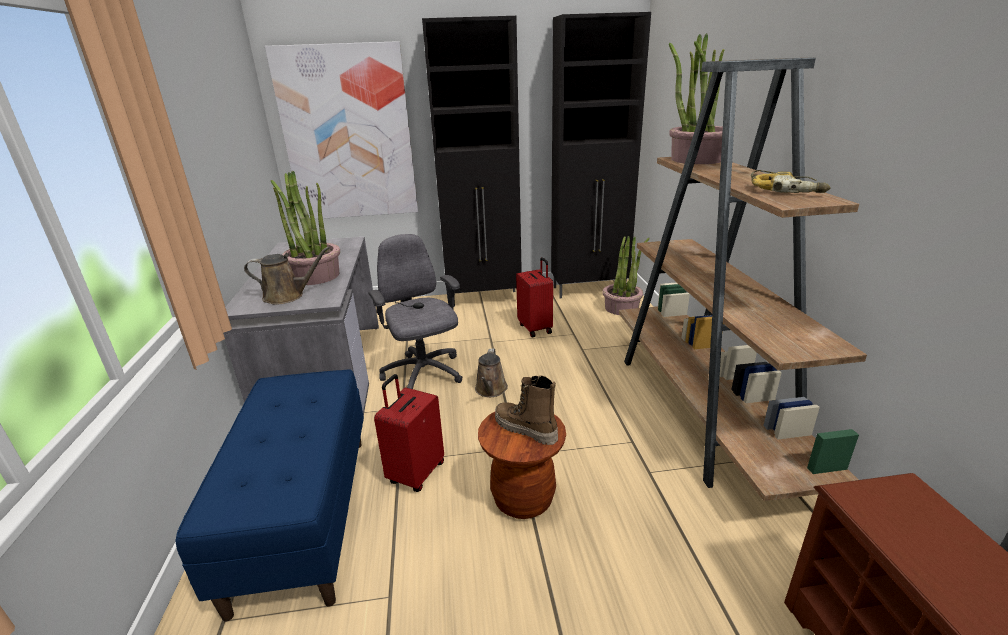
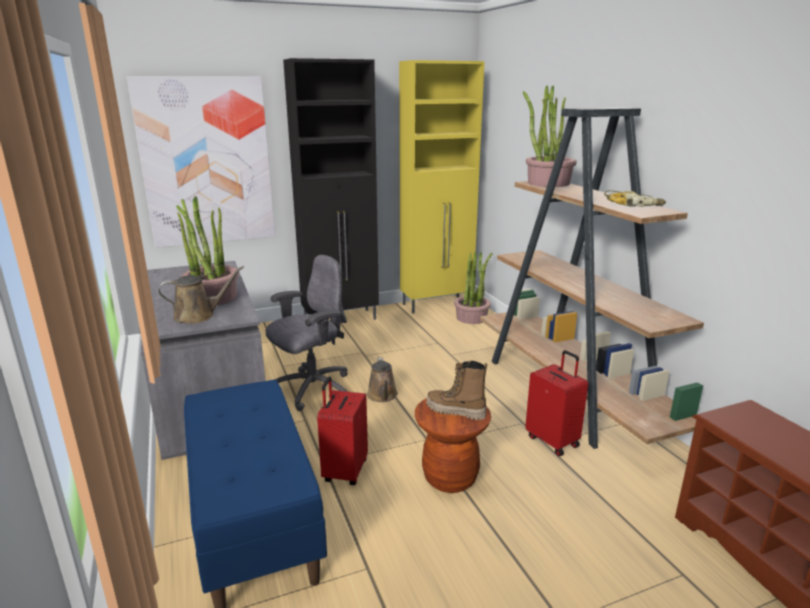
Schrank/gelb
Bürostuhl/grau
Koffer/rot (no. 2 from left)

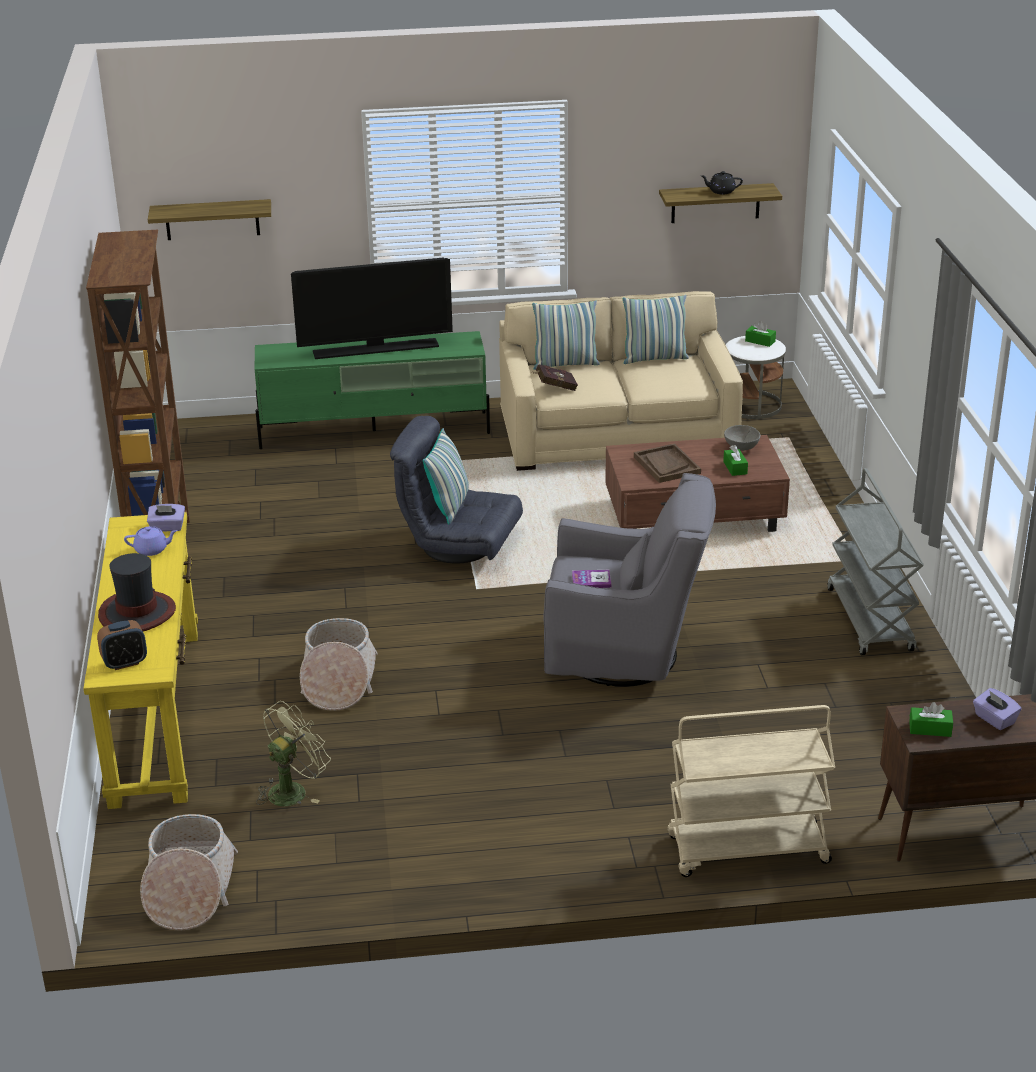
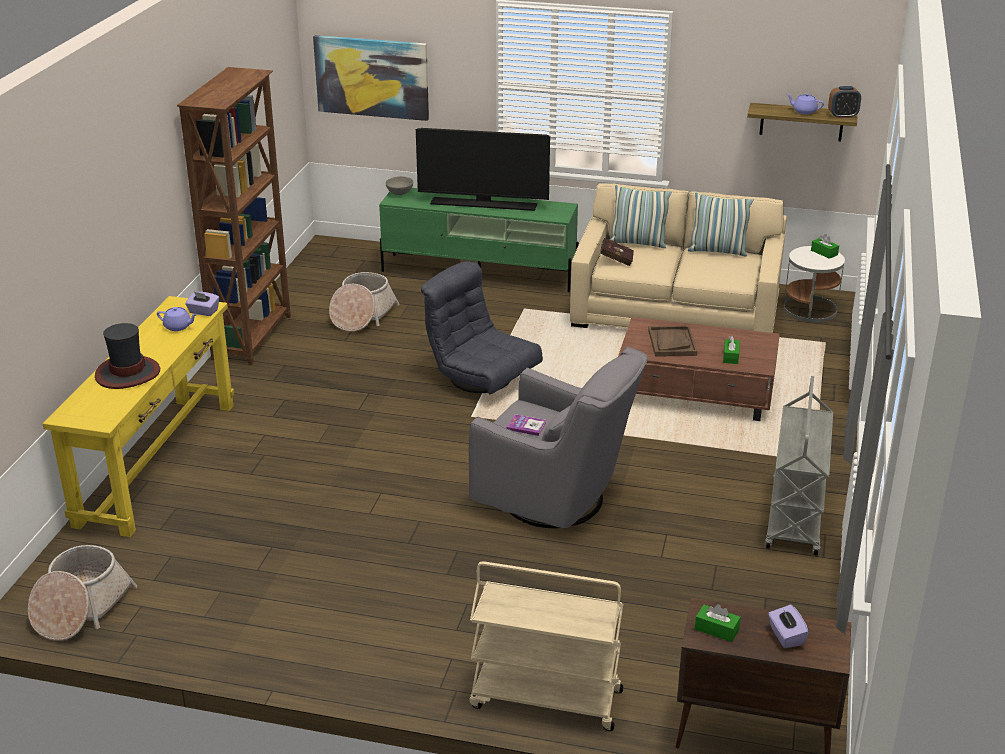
Teekanne/lila (no. 2 from left)
Bild
Schüssel/grau
Kissen (no. 1 from left in the first image)
Korb (no. 2 from left)
Wecker
Ventilator/grün

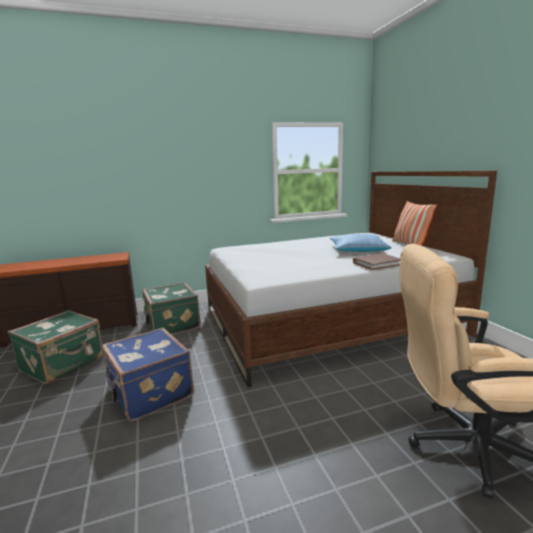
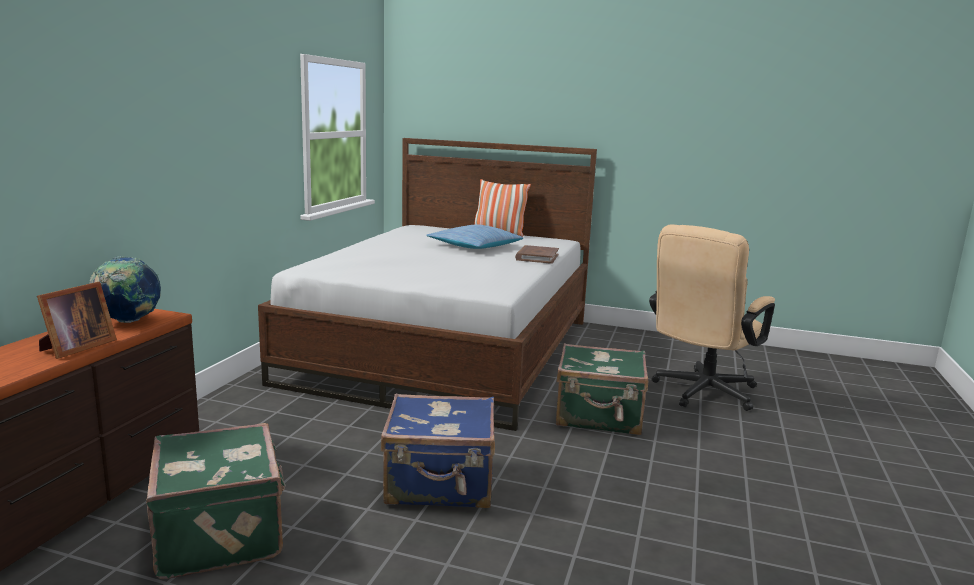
Koffer/grün (no. 2 from left)
Globus
Bilderrahmen

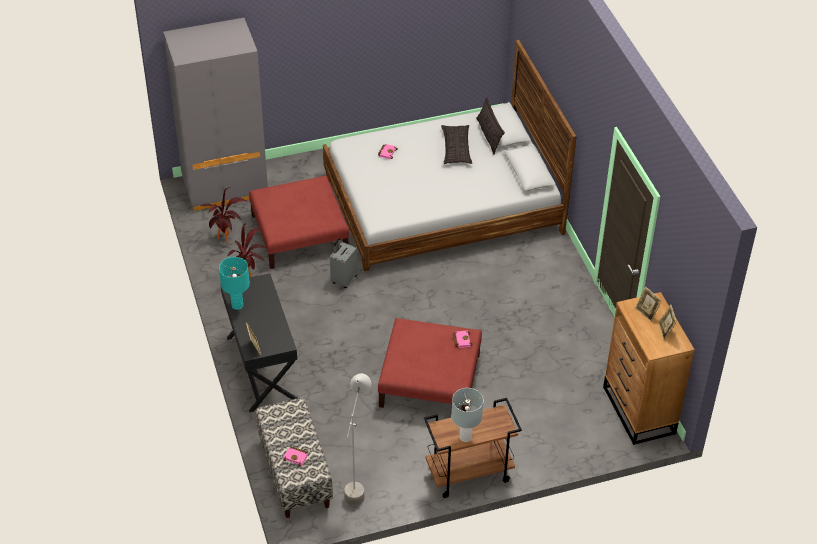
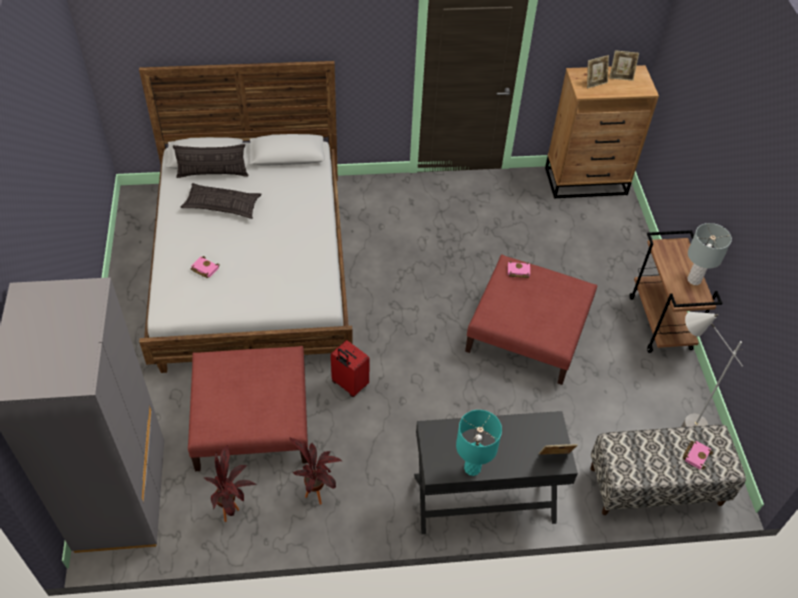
Koffer/rot

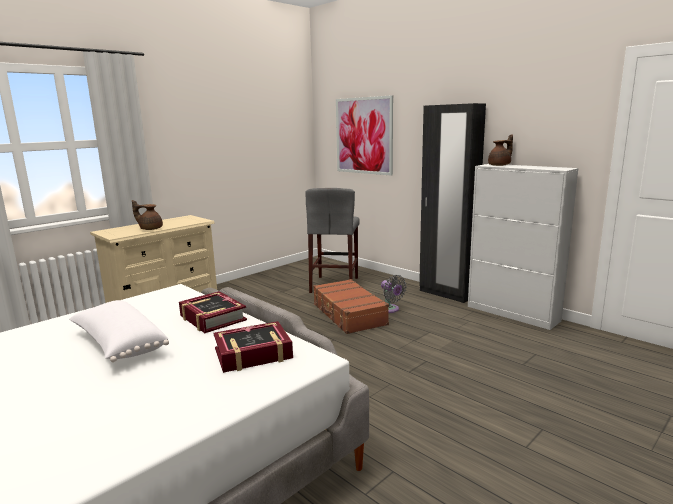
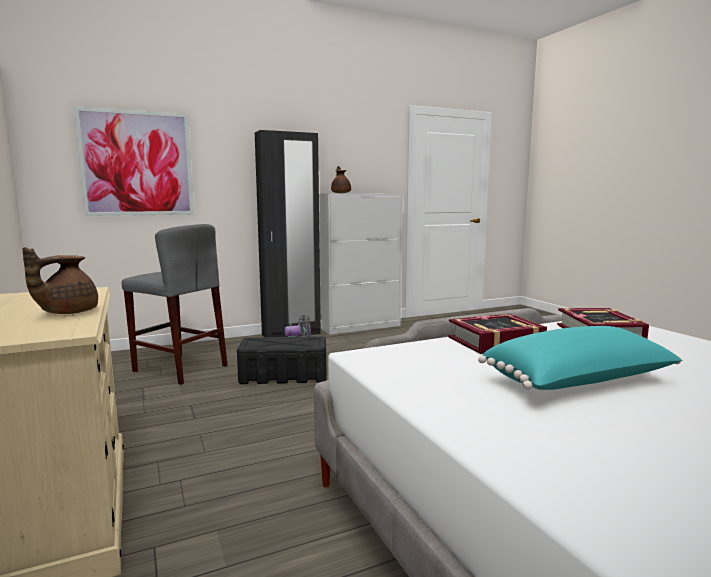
Aufbewahrungsbox/schwarz
Kissen/türkis

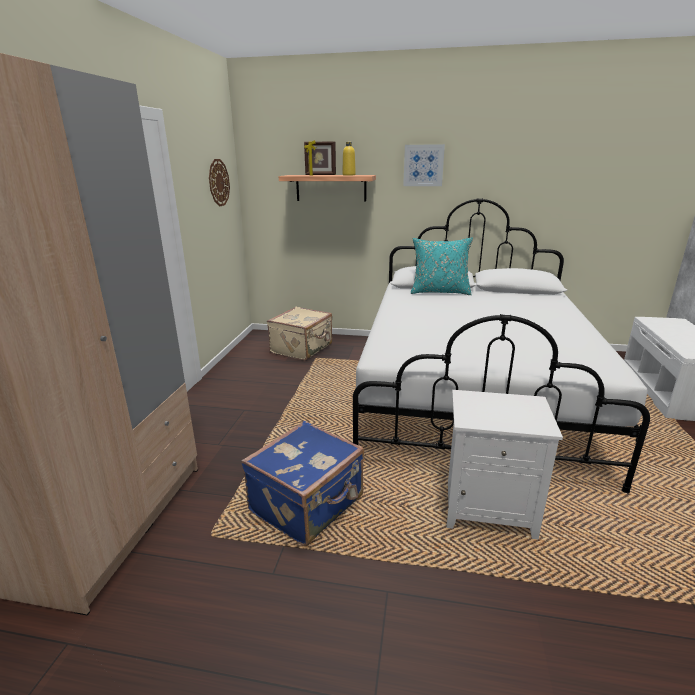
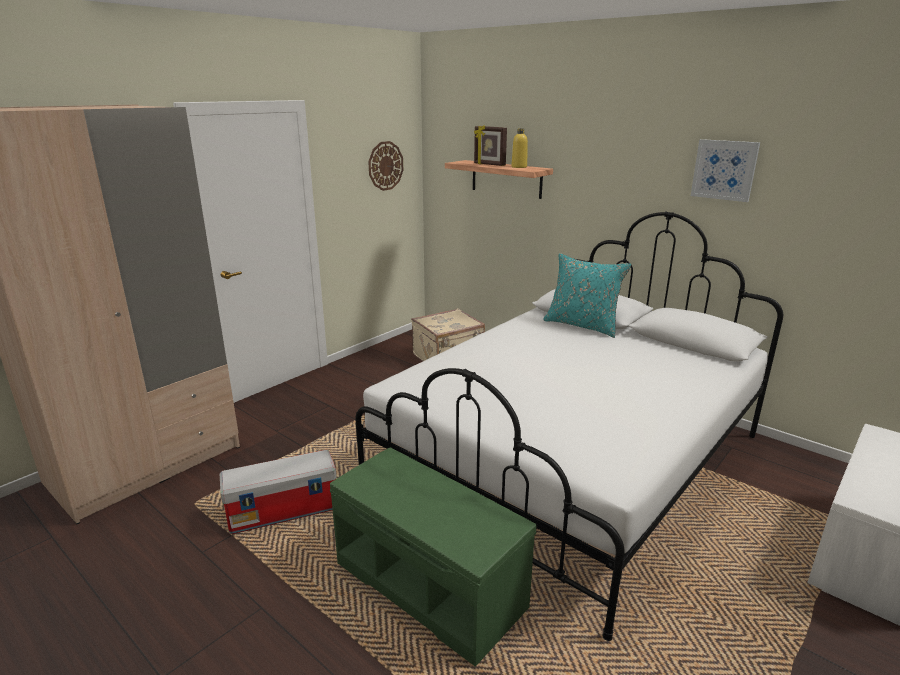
Bild
Bank/grün
Aufbewahrungsbox

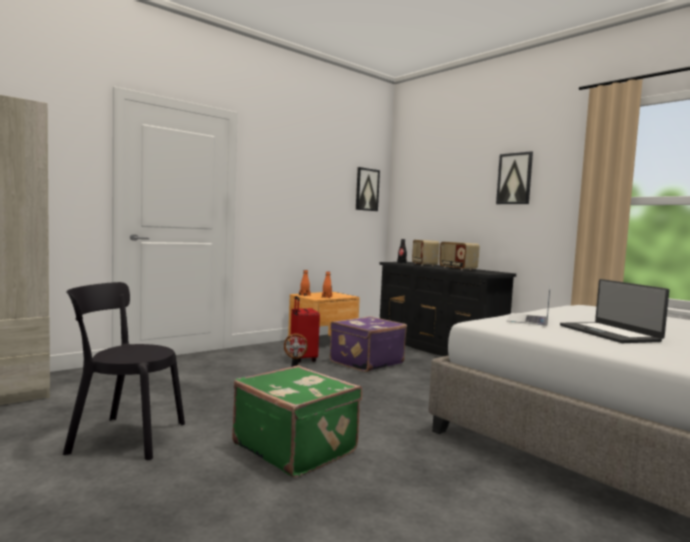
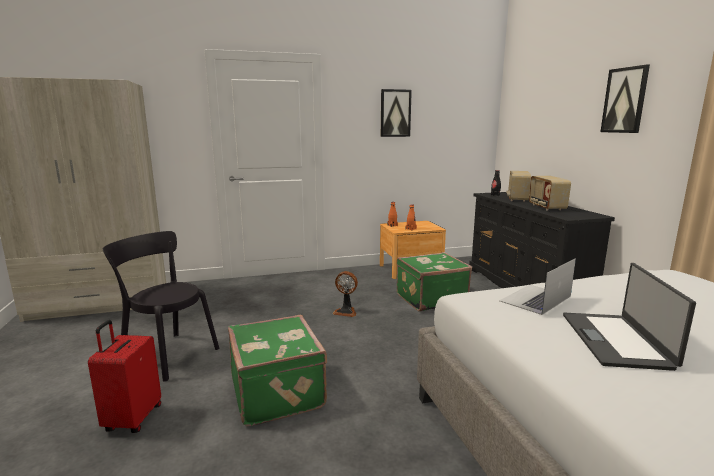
Bild (no. 1 from left)
Koffer/rot
Koffer/grün (no. 2 from left)

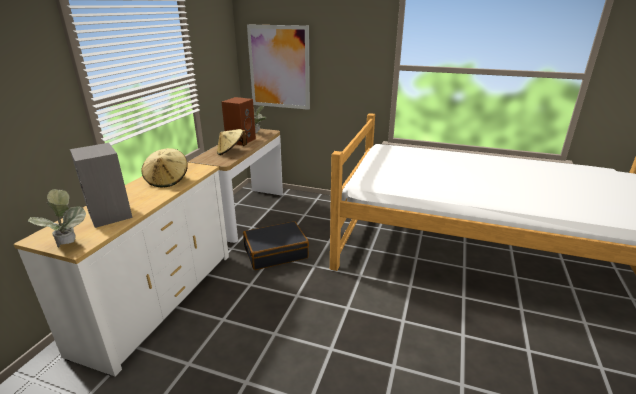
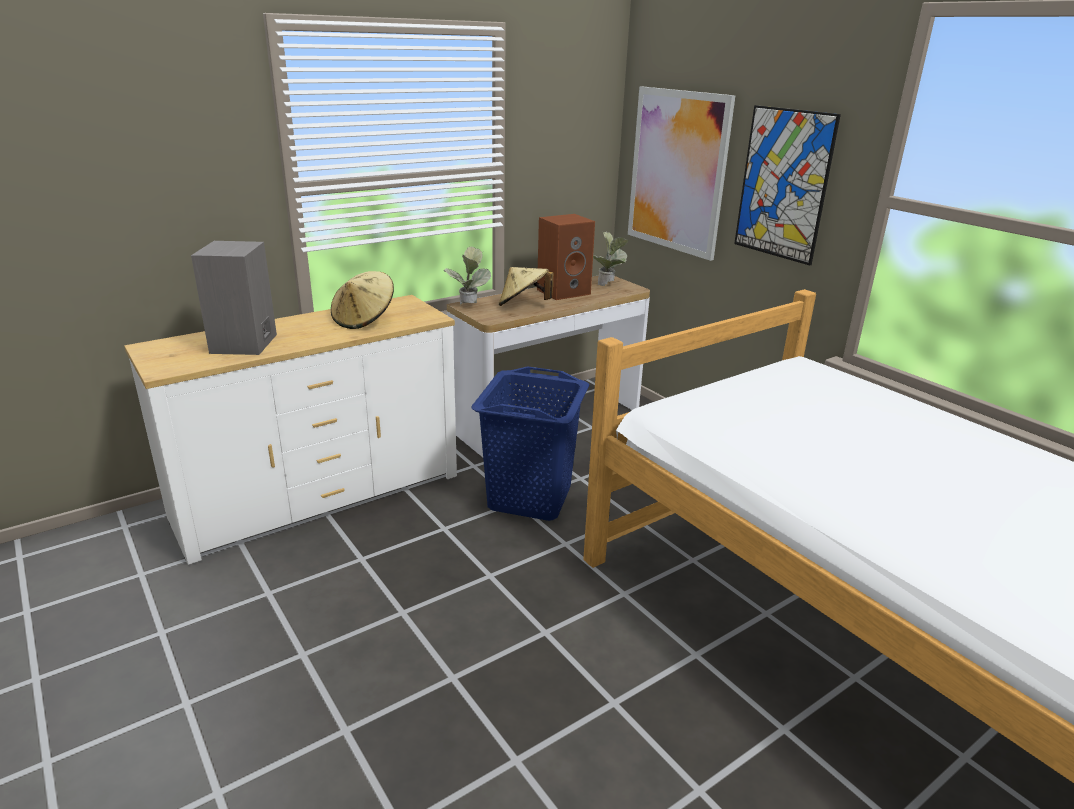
Topfpflanze (no. 1 from left)
Wäschekorb/blau
Bild (no. 2 from left)

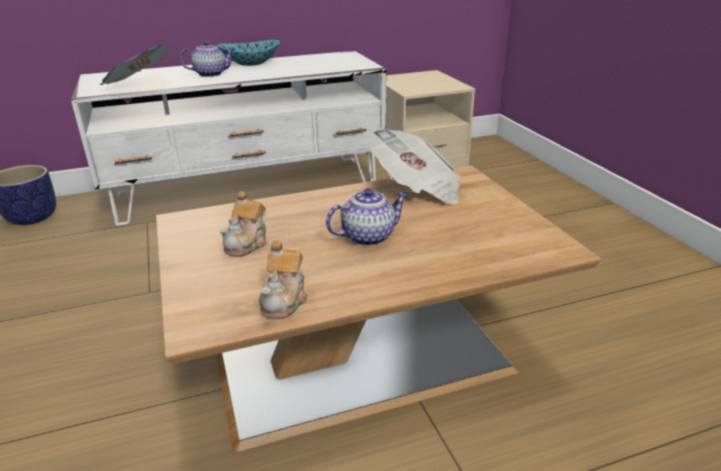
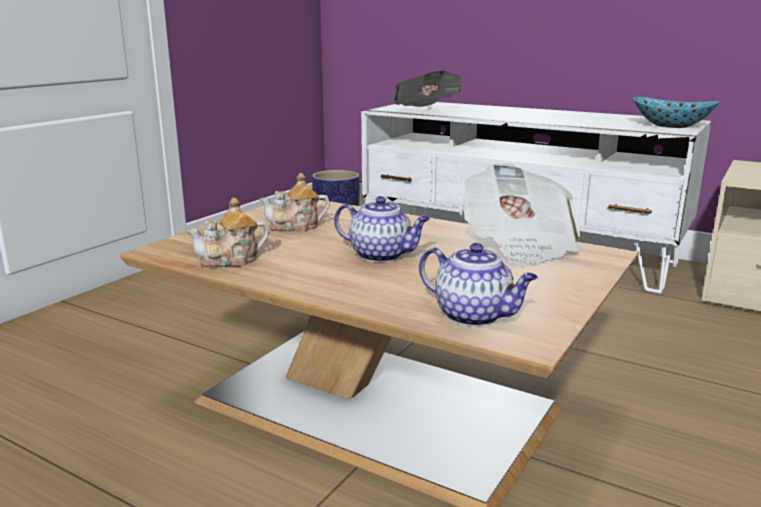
Schüssel
Teekanne (no. 4 from left)

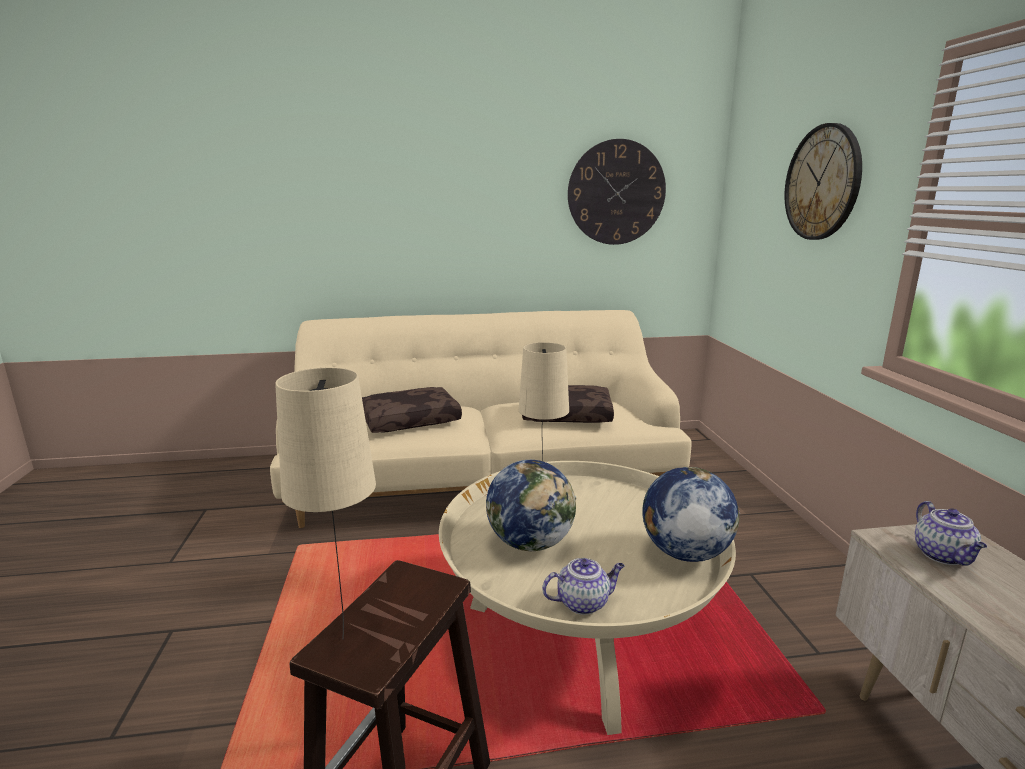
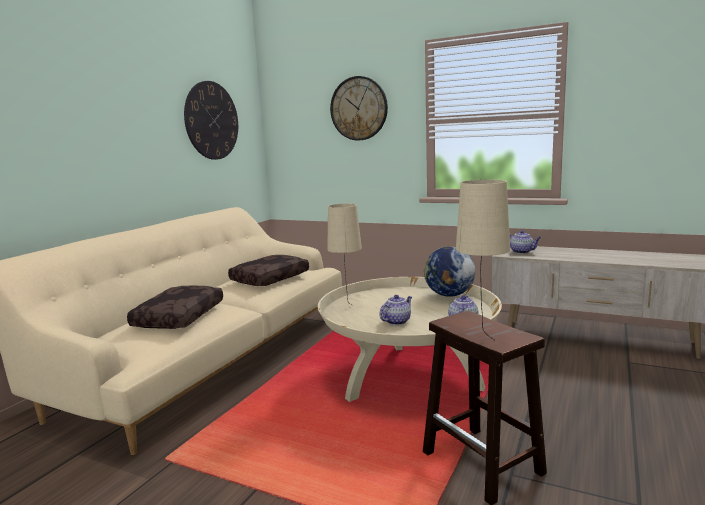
Teekanne (no. 1 from left)

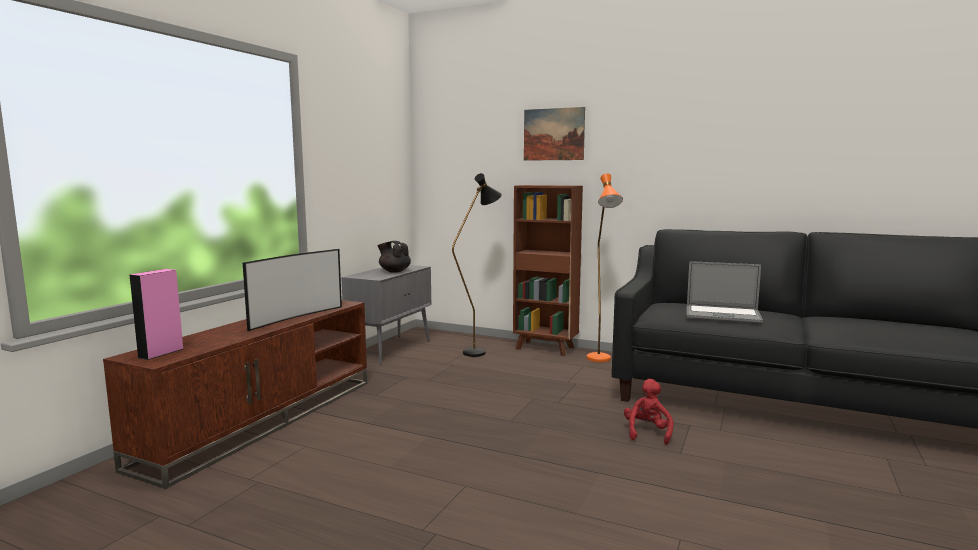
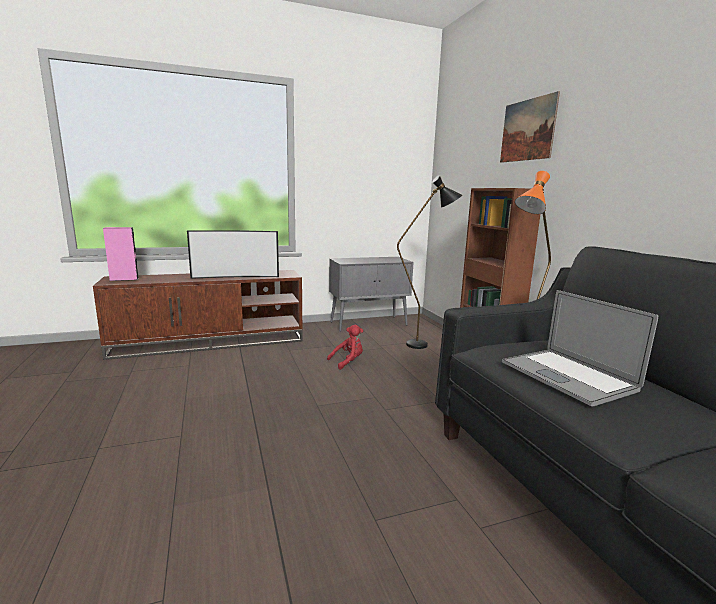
Teekanne/schwarz
Plüschtier/rot

